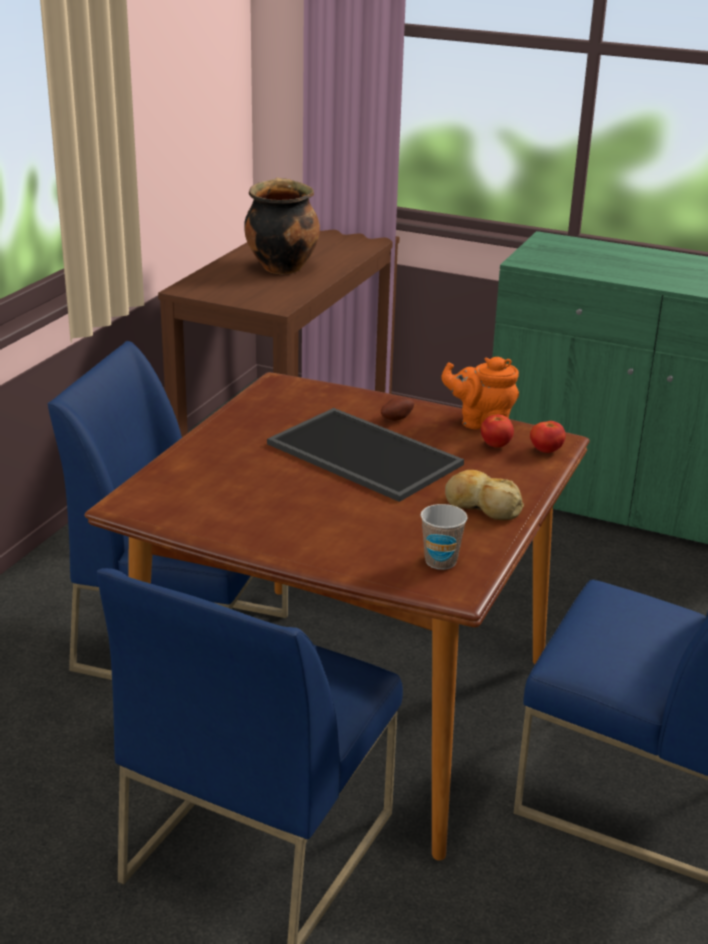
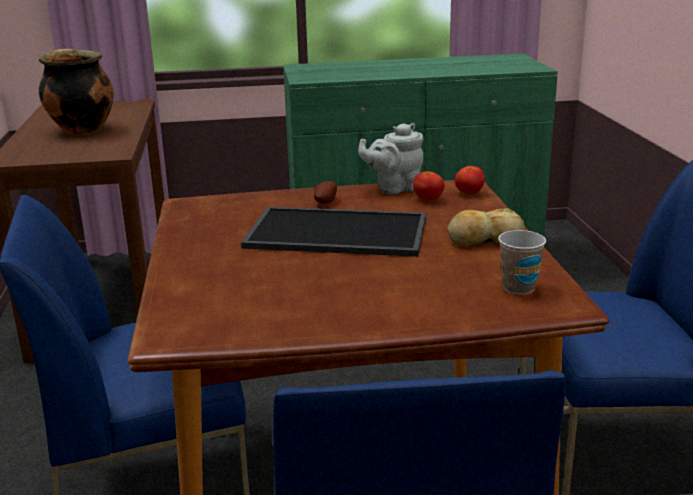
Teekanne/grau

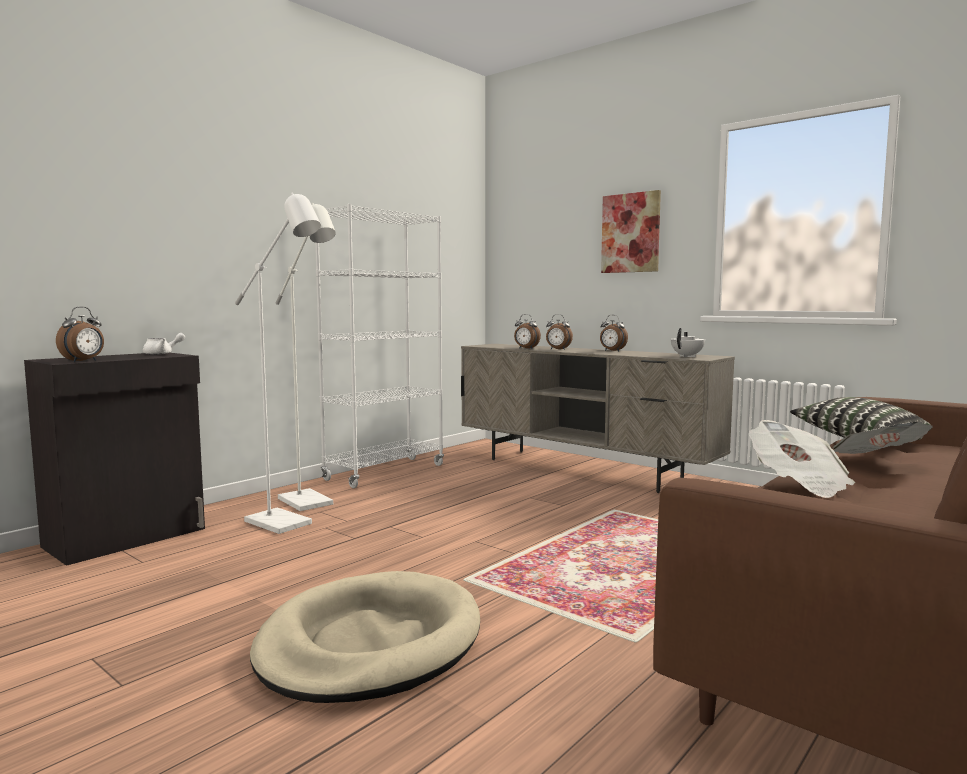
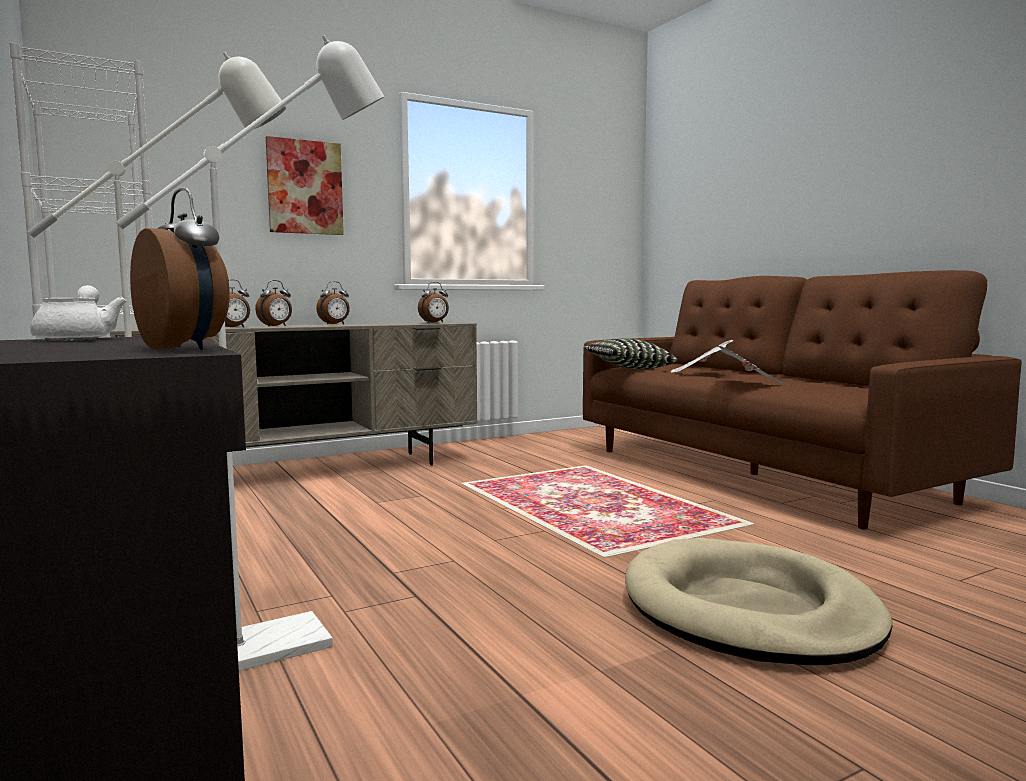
Wecker (no. 5 from left)

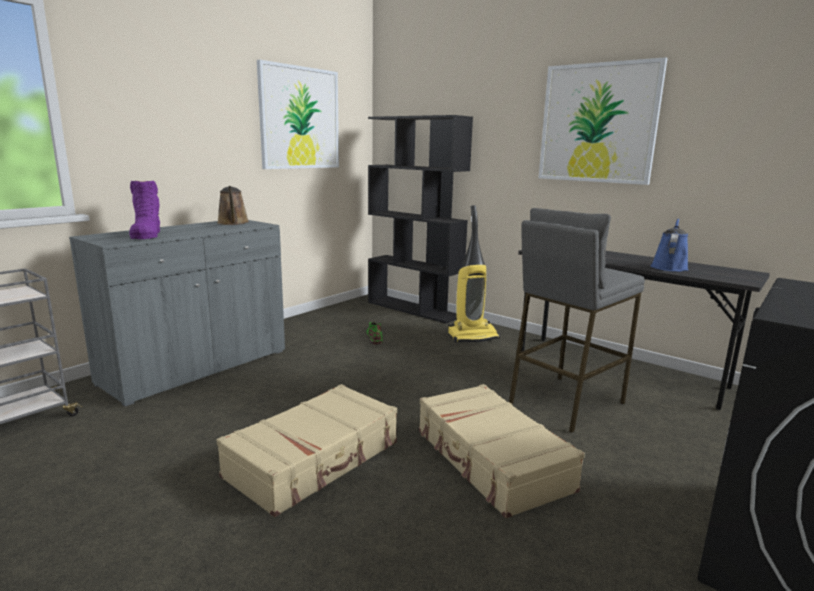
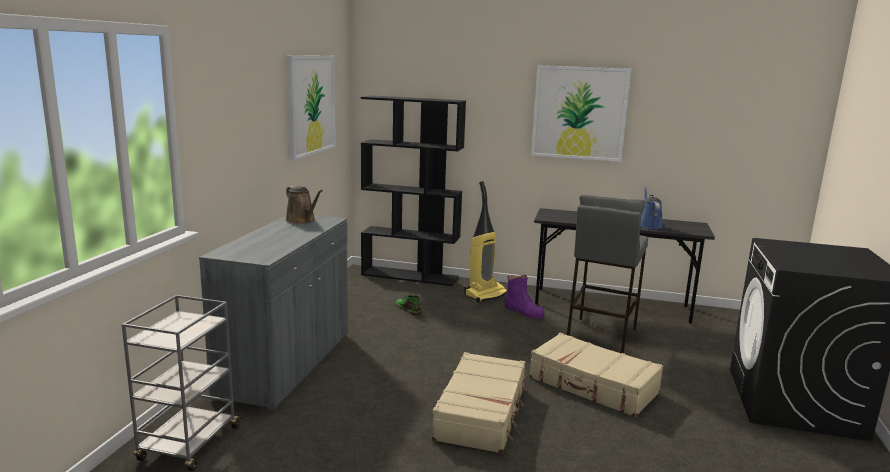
Stiefel/lila

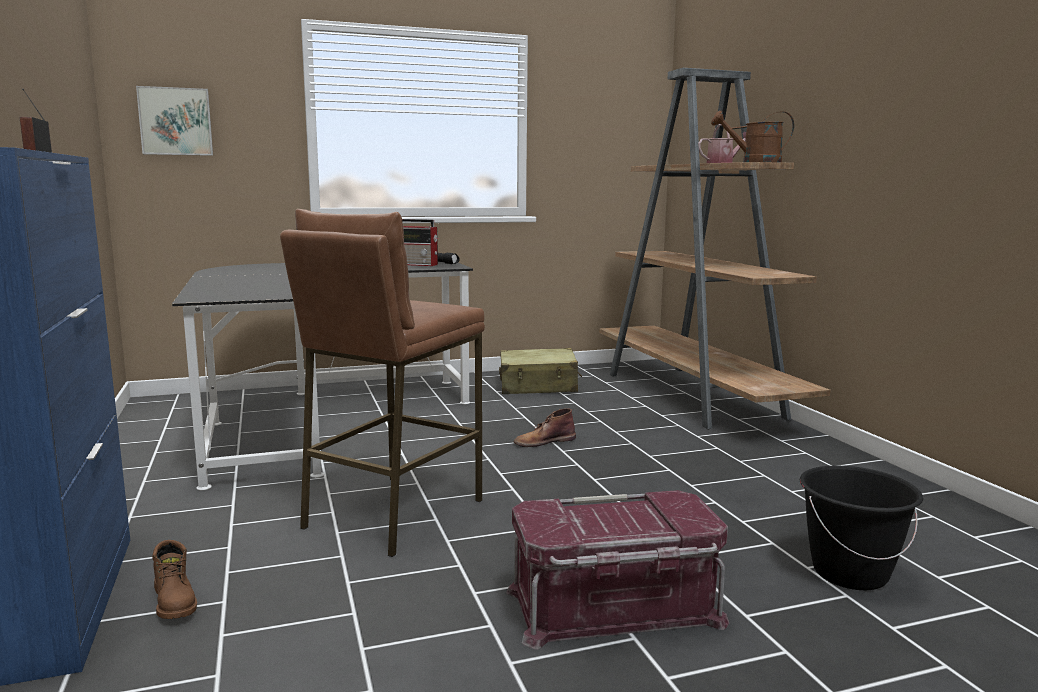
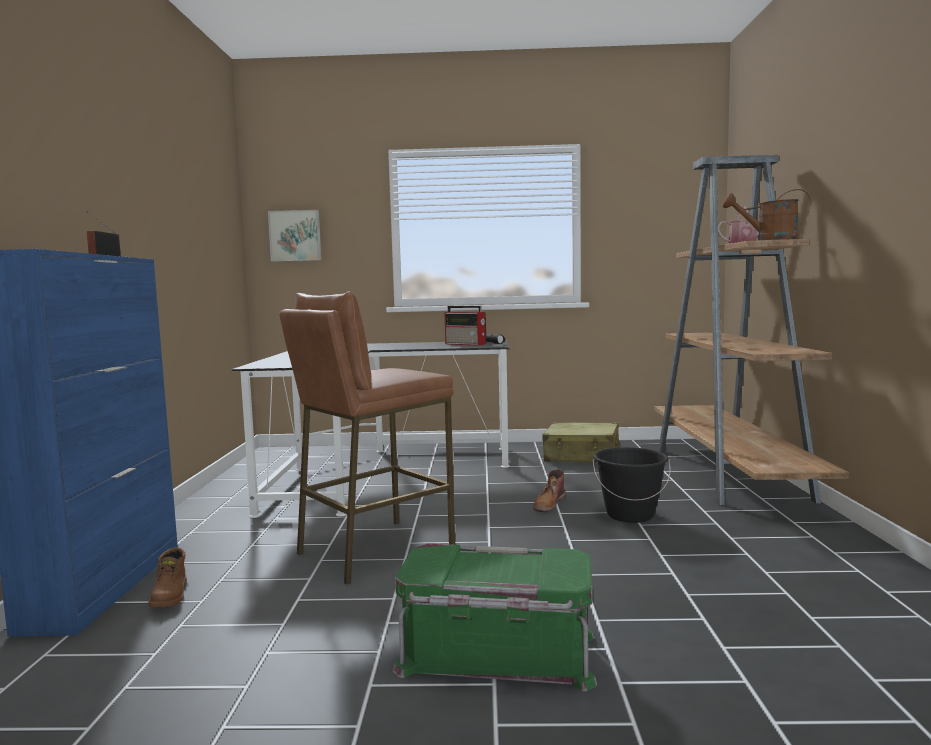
Stiefel/braun (no. 2 from left)
Eimer/schwarz
Aufbewahrungsbox/grün

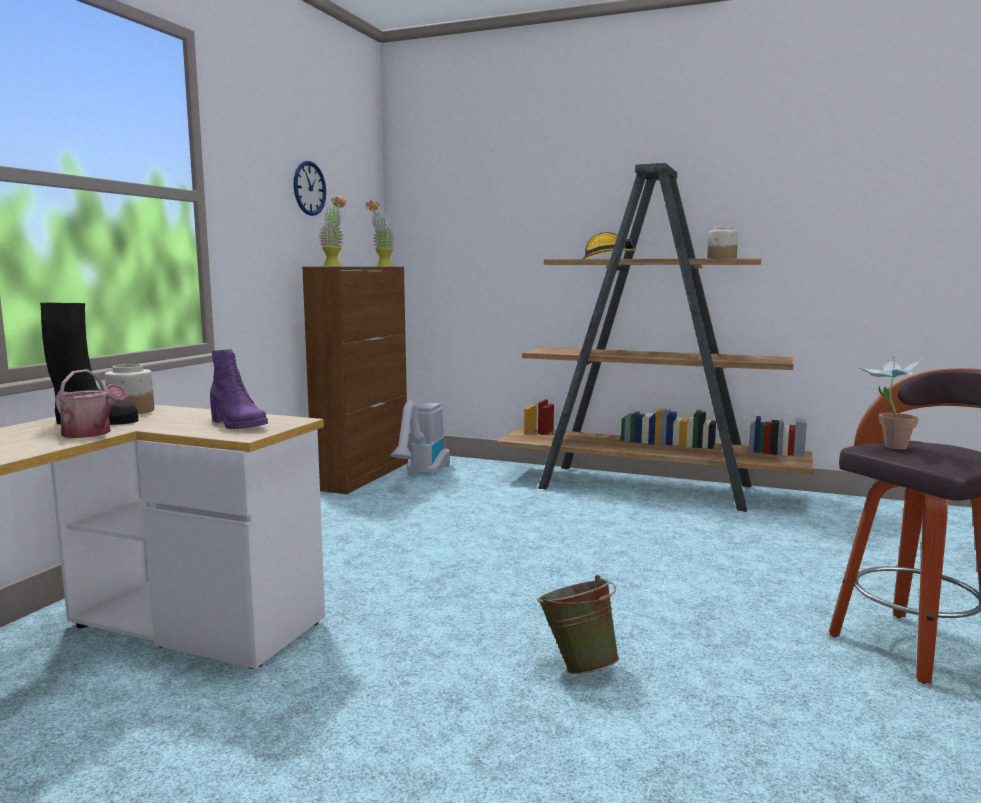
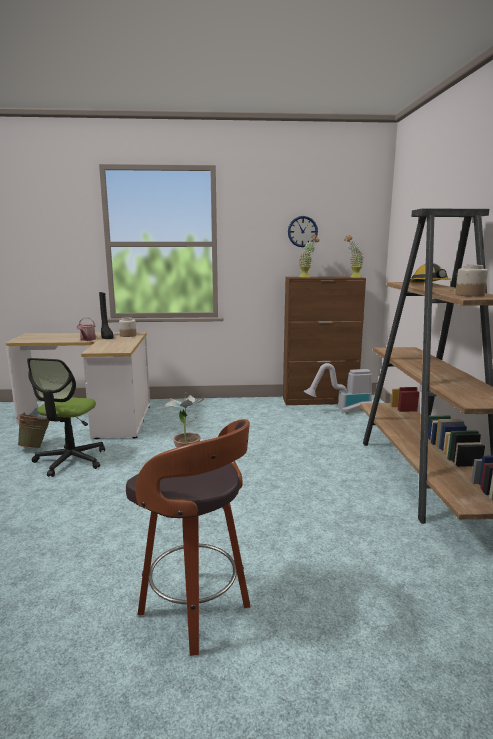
Stiefel/lila
Eimer/grün
Bürostuhl

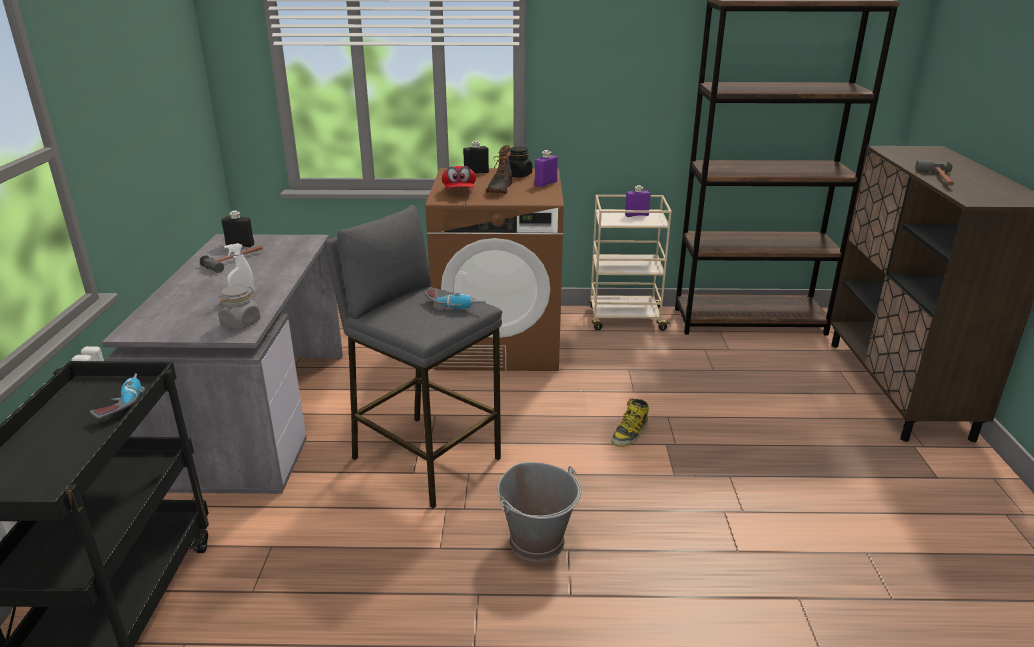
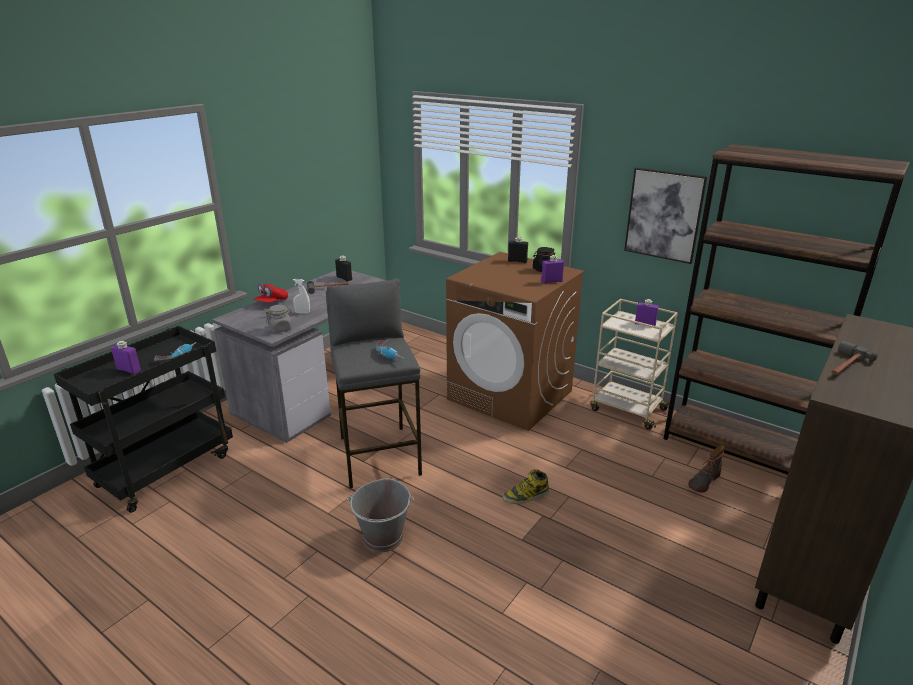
Stiefel (no. 2 from left)
Kappe/rot
Bild
Flasche/lila (no. 1 from left)

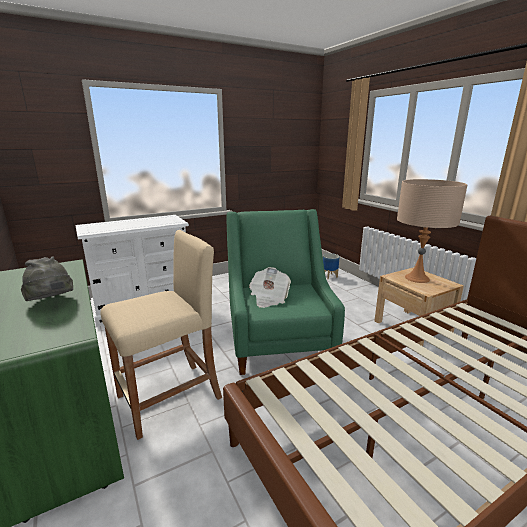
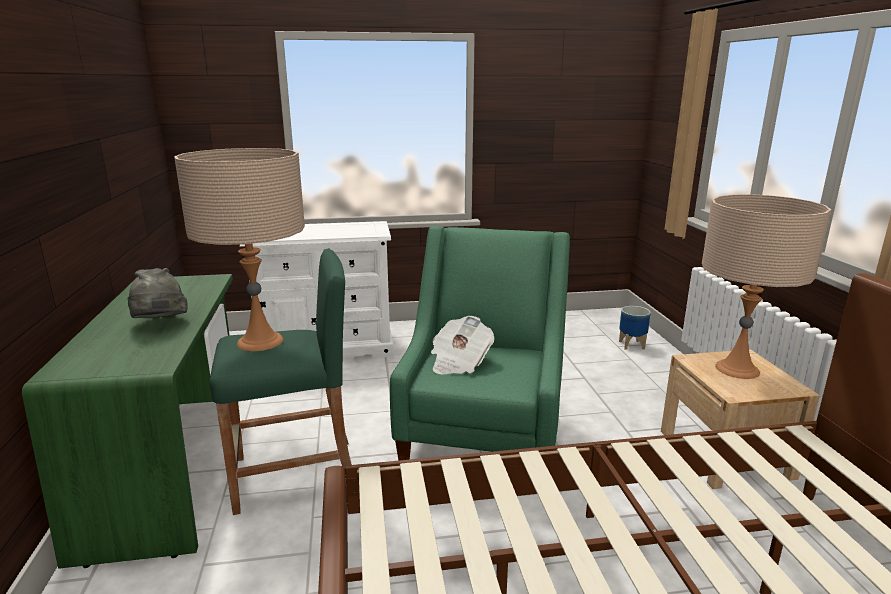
Hocker/grün
Tischlampe/beige (no. 1 from left)

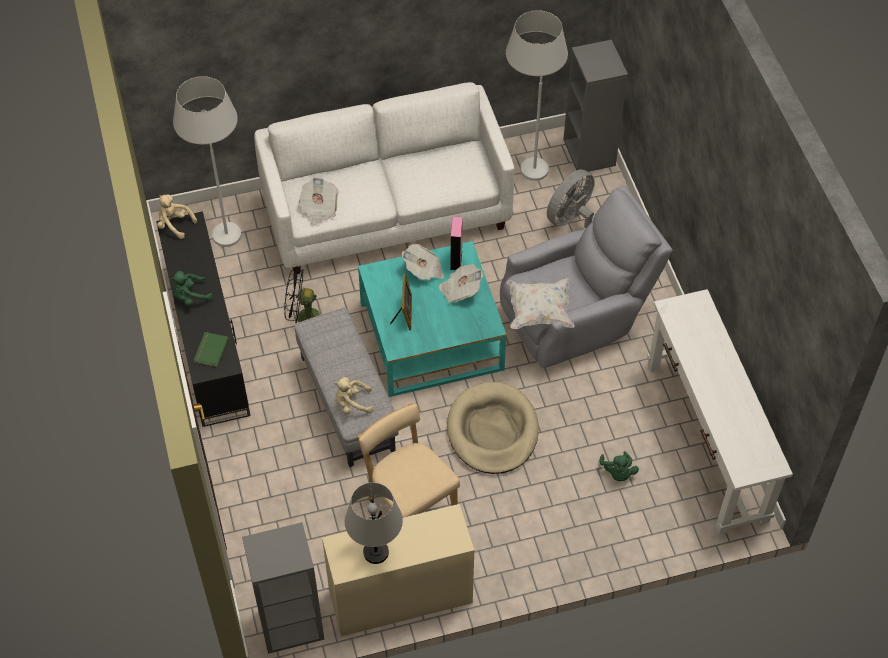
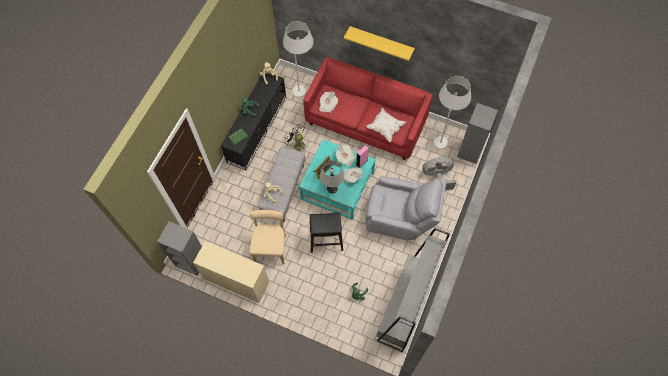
Sofa/rot
Kissen/weiß
Bücherregal/grau (no. 2 from left)
Hocker/schwarz
Tischlampe/grau
Wandregal/gelb

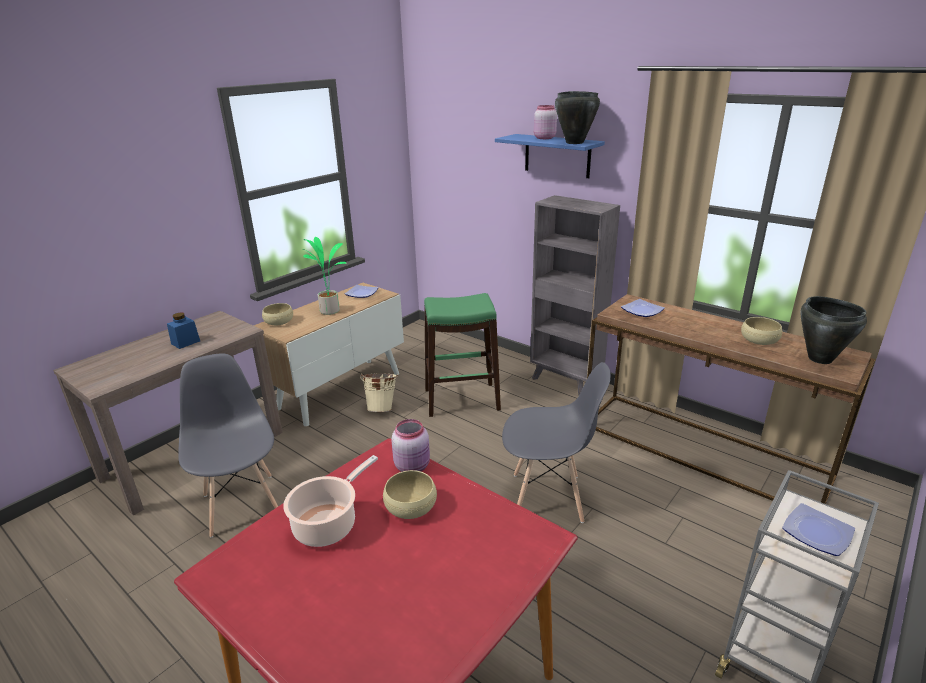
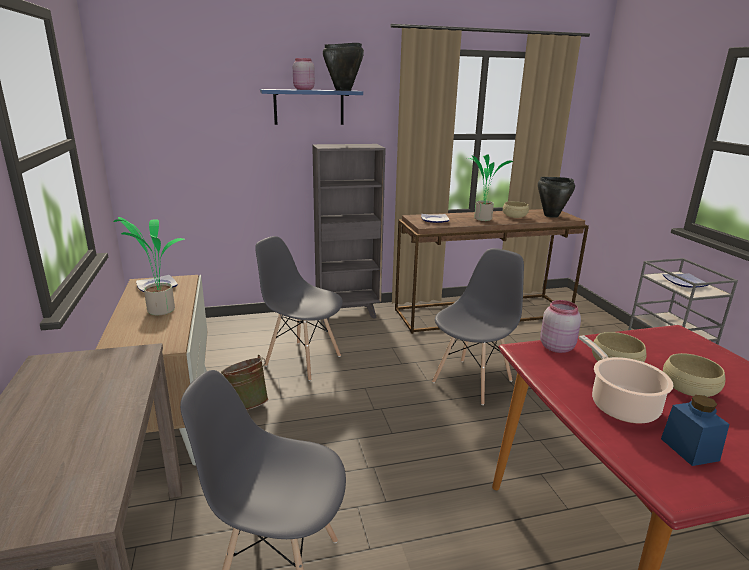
Stuhl/grau (no. 2 from left)
Schüssel/beige (no. 3 from left)
Vorratsglas/blau
Eimer/grün
Topfpflanze (no. 2 from left)

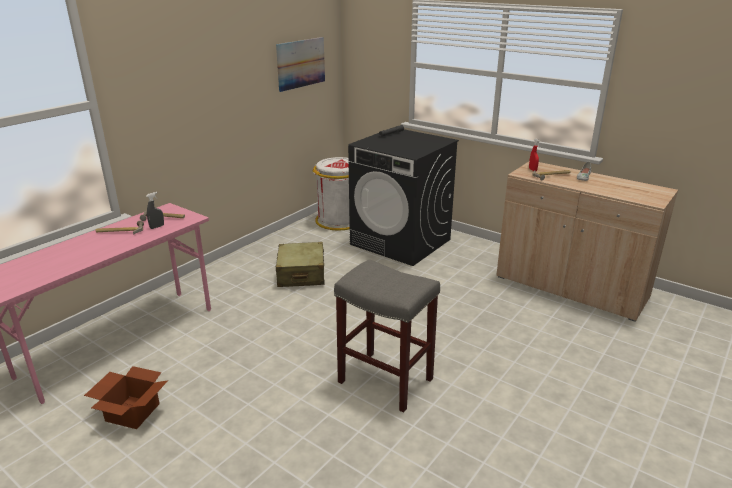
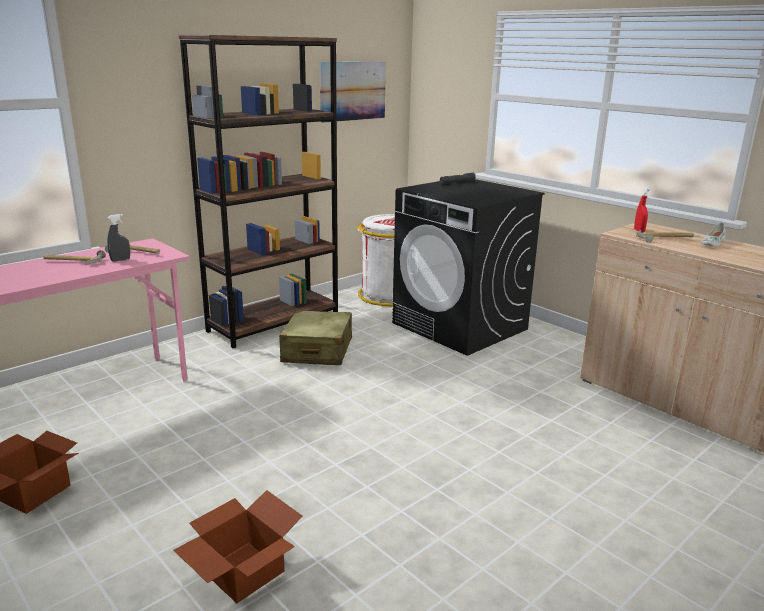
Hocker/grau
Bücherregal/braun
Karton (no. 2 from left)

